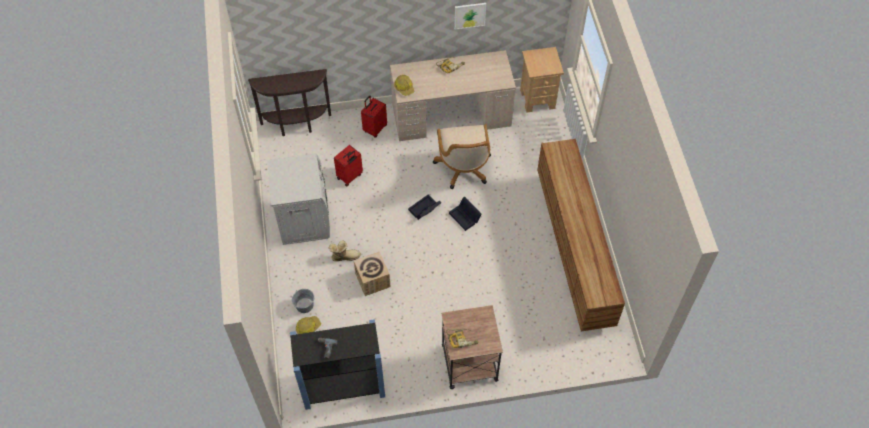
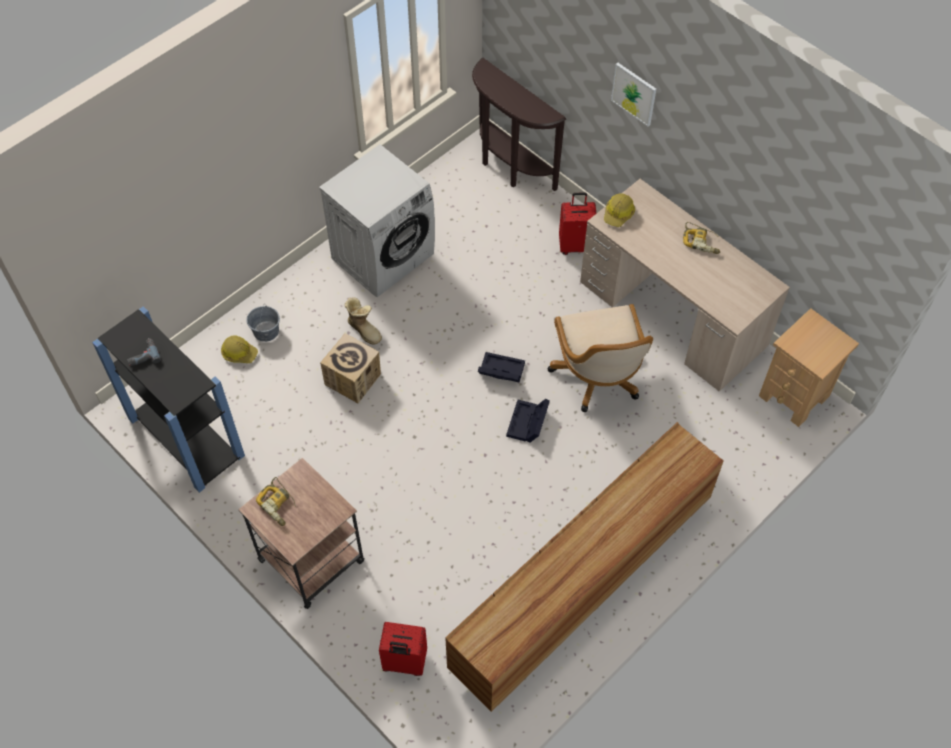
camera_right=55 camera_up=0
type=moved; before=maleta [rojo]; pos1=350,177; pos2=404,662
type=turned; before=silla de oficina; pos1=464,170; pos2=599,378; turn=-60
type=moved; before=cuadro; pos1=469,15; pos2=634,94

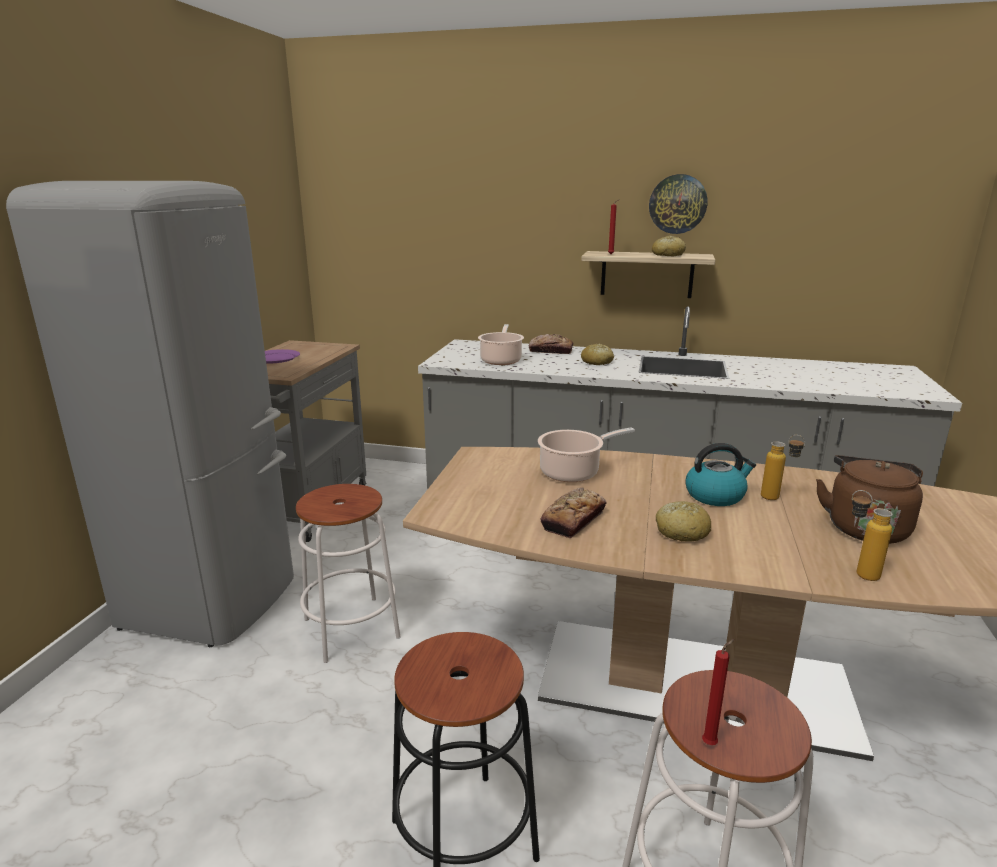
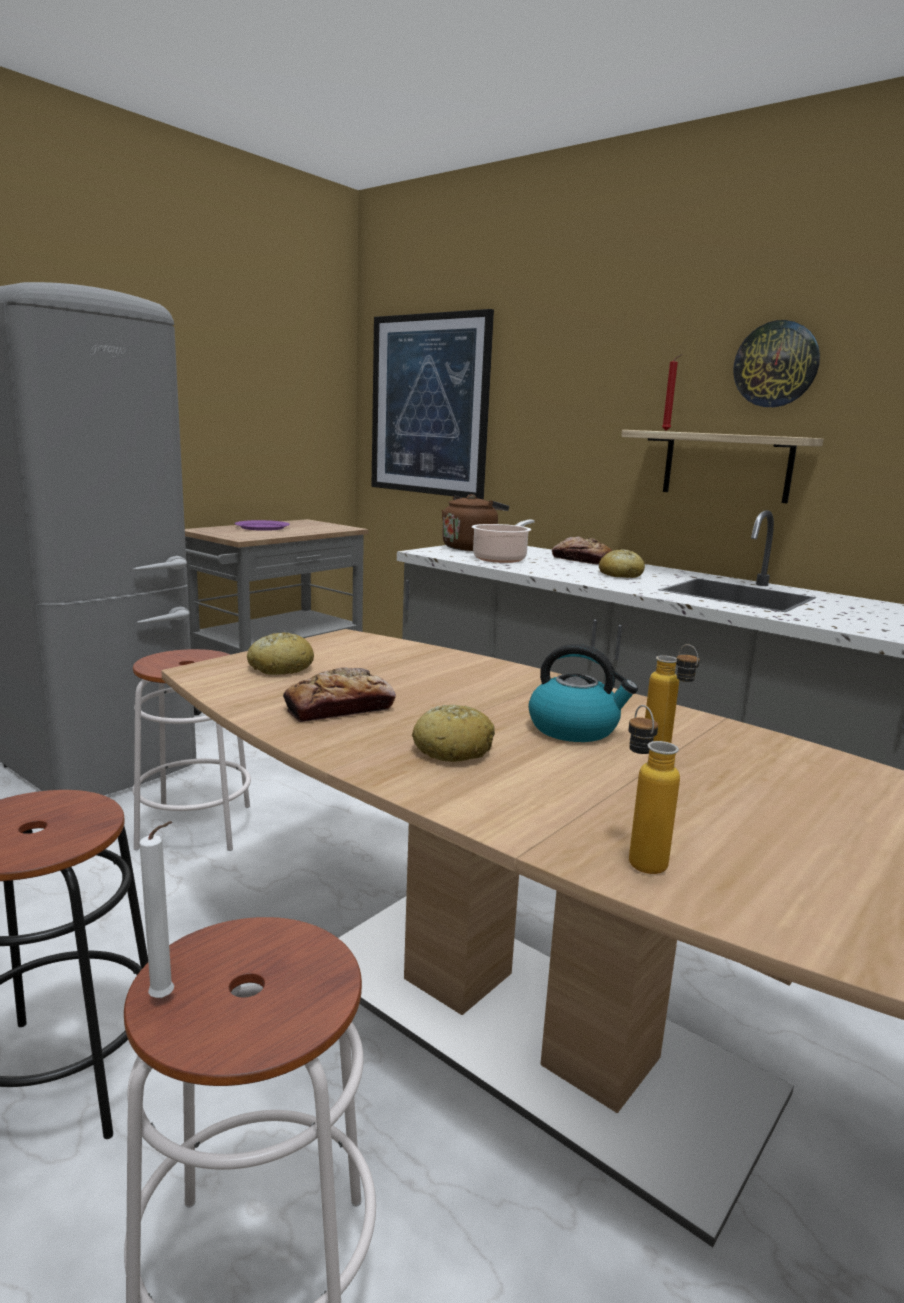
camera_right=25 camera_up=-5
type=removed; before=olla; pos1=573,472
type=moved; before=pan; pos1=667,255; pos2=280,668
type=recoloured; before=vela [rojo]; after=vela [blanco]; pos1=711,743; pos2=166,998
type=moved; before=hervidor [marrón]; pos1=865,527; pos2=471,548
type=added; after=cuadro; pos2=429,405

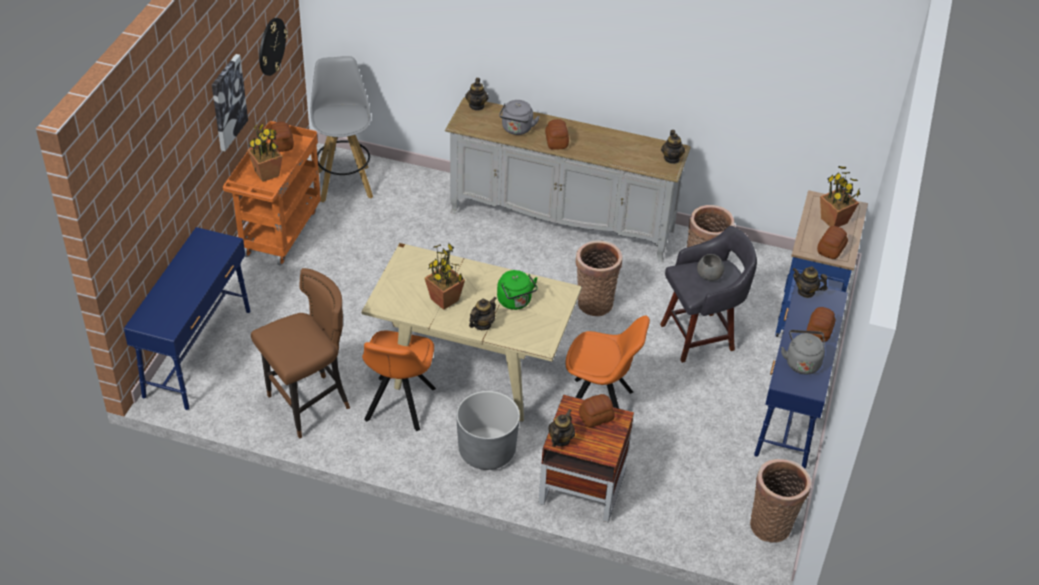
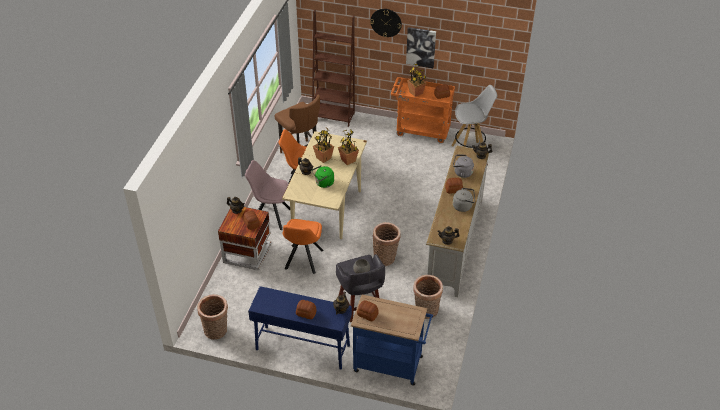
camera_right=90 camera_up=0
type=replaced; before=mesa consola [azul]; after=estantería [marrón]; pos1=199,353; pos2=333,116
type=moved; before=reloj de pared; pos1=271,46; pos2=386,22
type=replaced; before=maceta [gris]; after=silla [rosa]; pos1=487,451; pos2=271,216
type=moved; before=hervidor [gris]; pos1=802,362; pos2=463,206
type=moved; before=planta en maceta; pos1=834,220; pos2=348,160

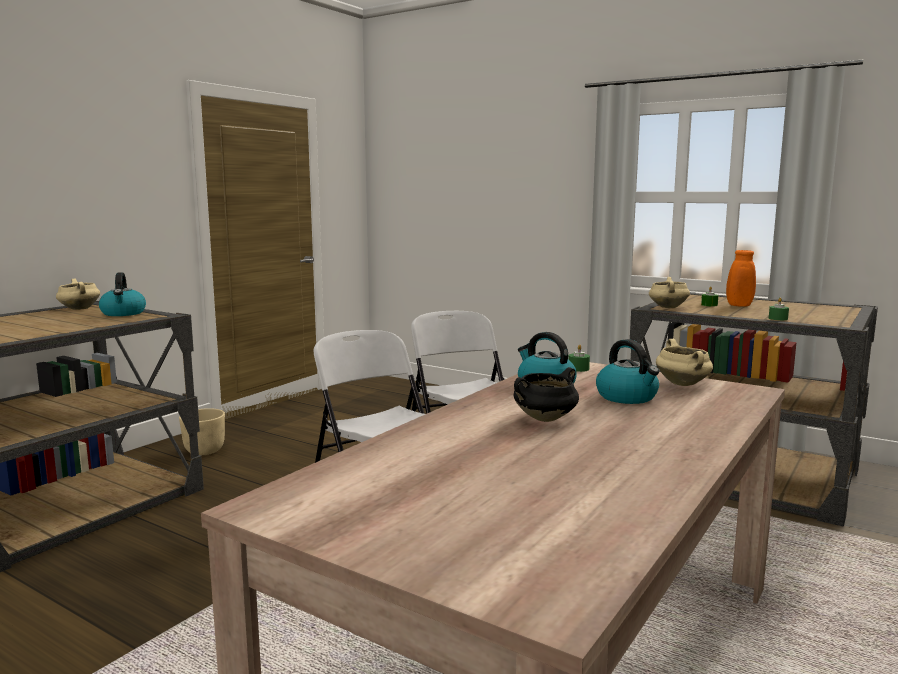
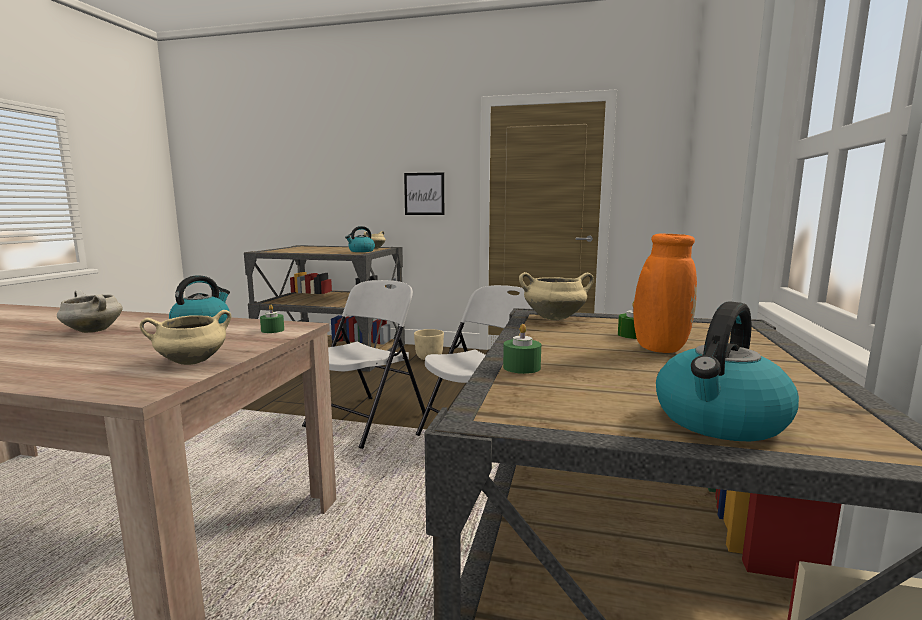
camera_right=70 camera_up=0
type=recoloured; before=olla [negro]; after=olla [blanco]; pos1=545,419; pos2=92,331
type=moved; before=hervidor; pos1=627,397; pos2=720,421
type=added; after=cuadro; pos2=424,194

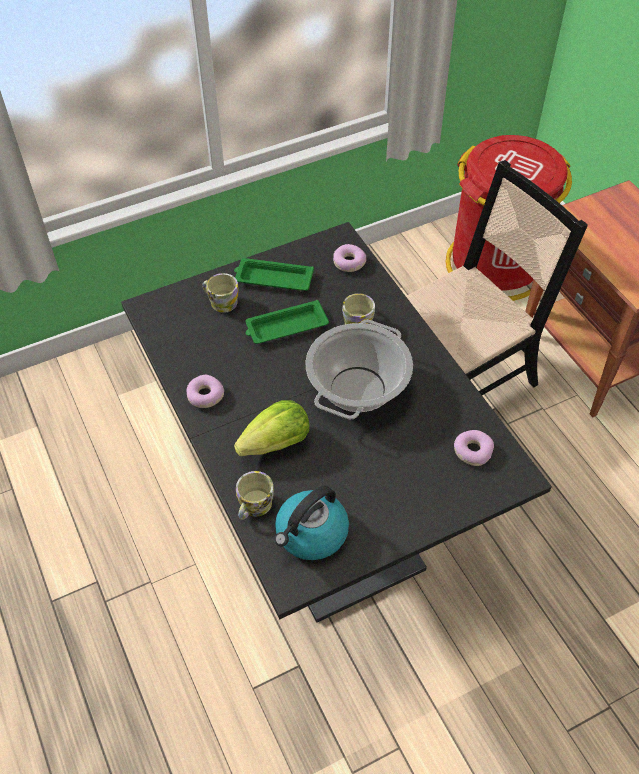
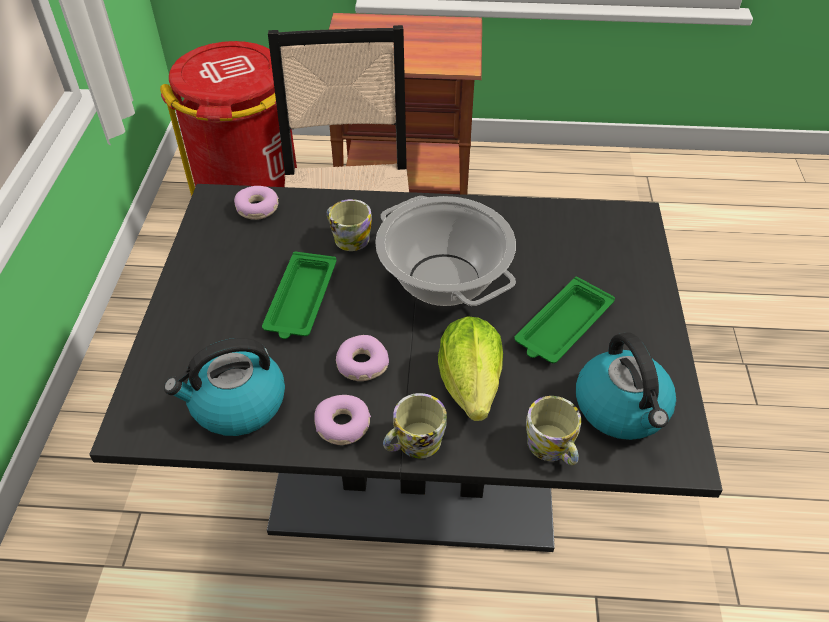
camera_right=-60 camera_up=-5
type=moved; before=taza grande; pos1=220,301; pos2=413,443
type=moved; before=bandeja [verde]; pos1=273,278; pos2=562,327
type=moved; before=rosquilla; pos1=472,451; pos2=361,364
type=added; after=hervidor; pos2=237,404

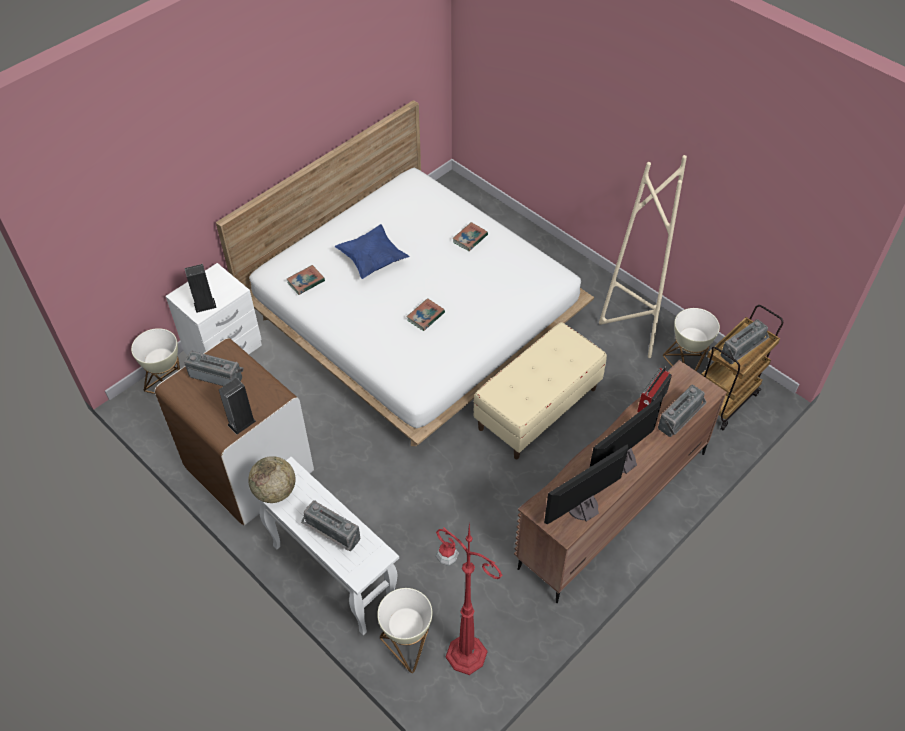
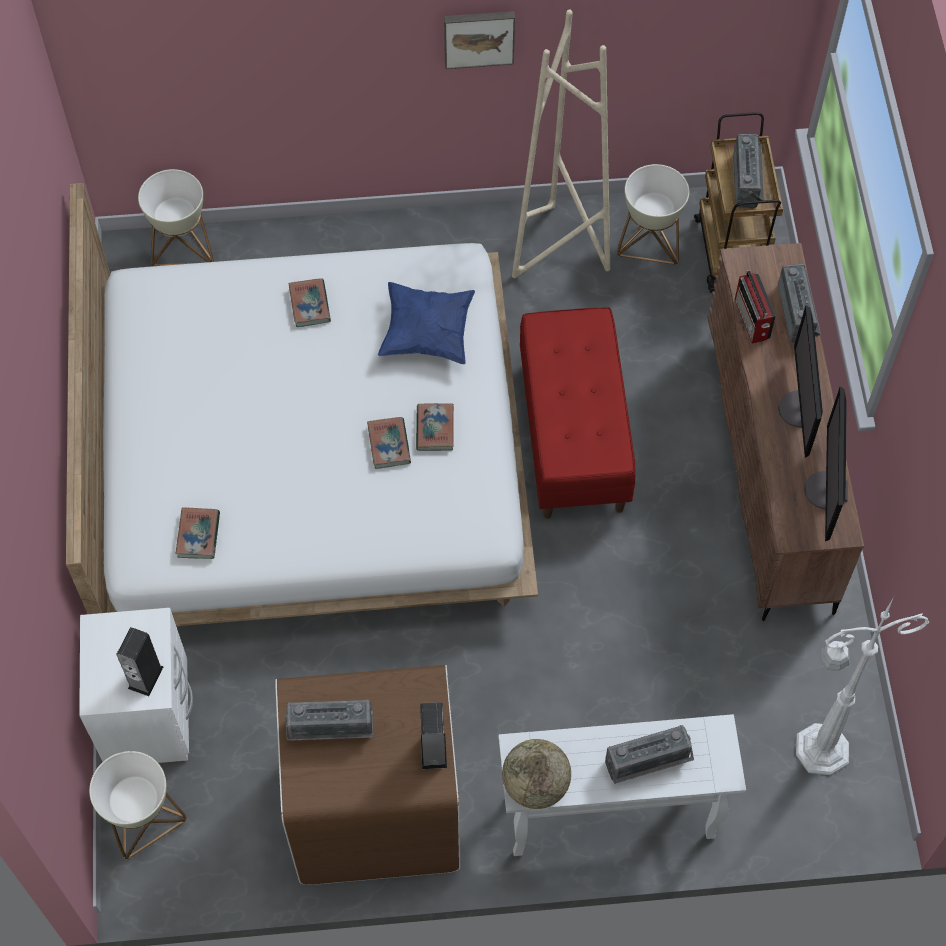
camera_right=-50 camera_up=10
type=turned; before=radio; pos1=217,375; pos2=331,731; turn=-150
type=moved; before=cojín [azul]; pos1=372,260; pos2=427,334
type=moved; before=maceta; pos1=408,645; pos2=183,249
type=recoloured; before=lámpara de pie [rojo]; after=lámpara de pie [blanco]; pos1=464,653; pos2=818,750
type=recoloured; before=banco [beis]; after=banco [rojo]; pos1=537,408; pos2=572,435
type=added; after=libro; pos2=435,429
type=added; after=cuadro; pos2=479,37

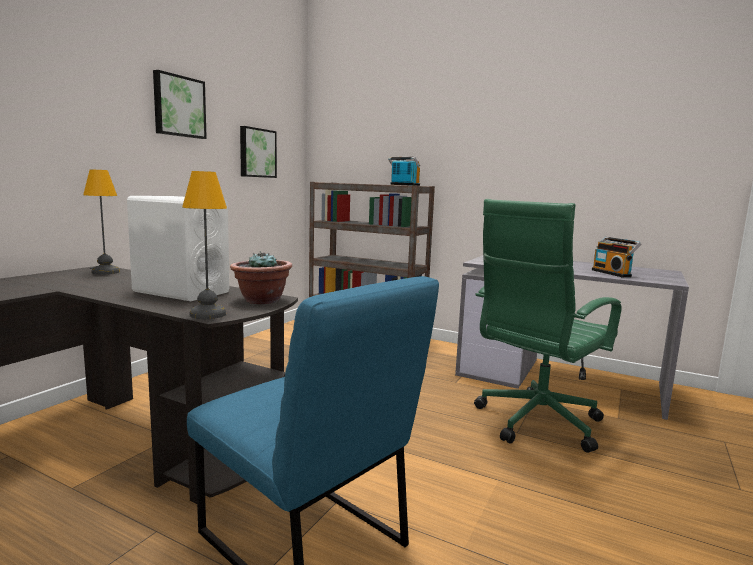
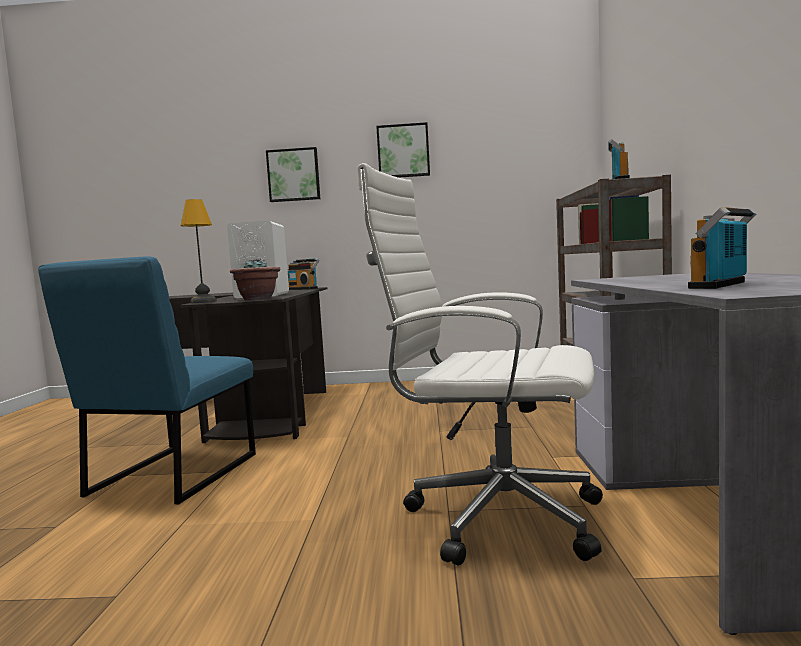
camera_right=65 camera_up=-5
type=replaced; before=lámpara de mesa; after=radio; pos1=106,272; pos2=304,289
type=moved; before=cuadro; pos1=256,153; pos2=294,175
type=recoloured; before=silla de oficina [verde]; after=silla de oficina [blanco]; pos1=535,424; pos2=493,517

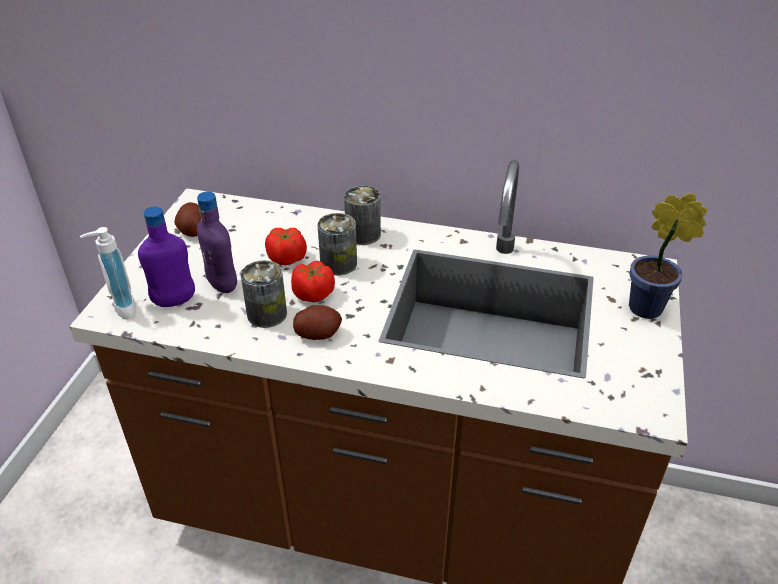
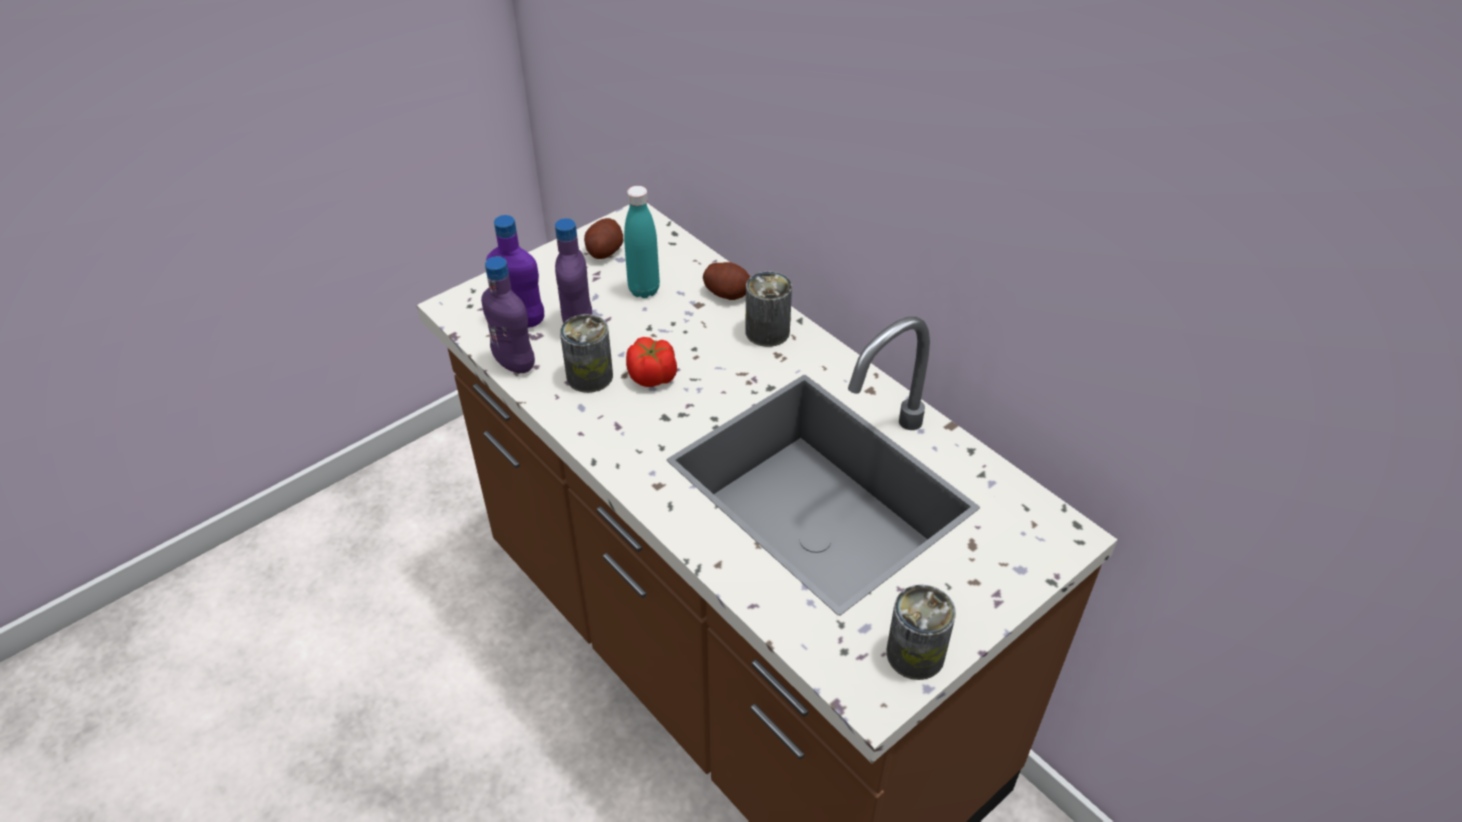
camera_right=35 camera_up=5
type=removed; before=dispensador de jabón; pos1=120,309
type=removed; before=tomate; pos1=287,258
type=moved; before=patata; pos1=318,333; pos2=728,293
type=moved; before=lata; pos1=338,263; pos2=915,654
type=removed; before=planta en maceta; pos1=650,309
type=added; after=botella [morado]; pos2=514,363
type=added; after=botella [turquesa]; pos2=644,290

